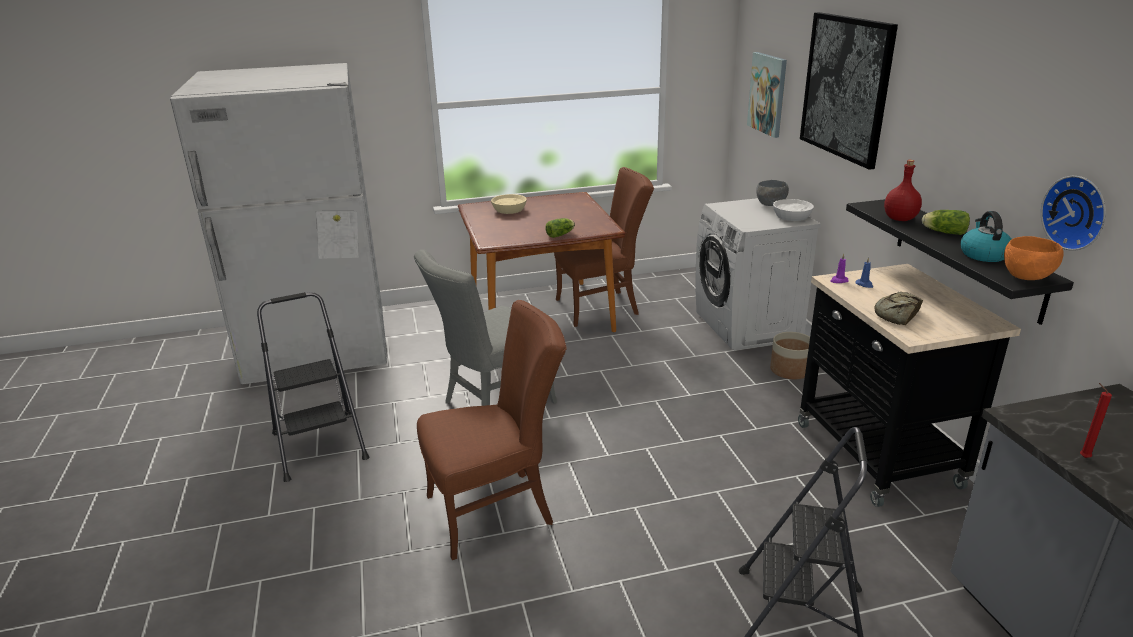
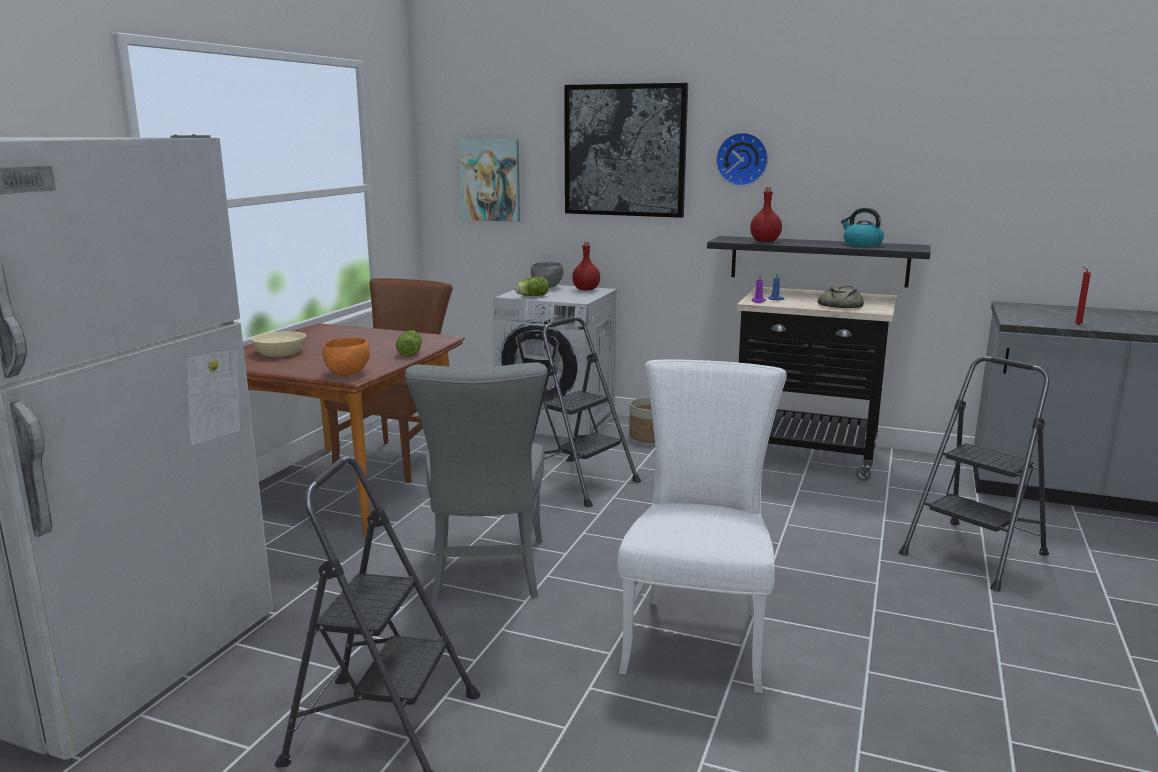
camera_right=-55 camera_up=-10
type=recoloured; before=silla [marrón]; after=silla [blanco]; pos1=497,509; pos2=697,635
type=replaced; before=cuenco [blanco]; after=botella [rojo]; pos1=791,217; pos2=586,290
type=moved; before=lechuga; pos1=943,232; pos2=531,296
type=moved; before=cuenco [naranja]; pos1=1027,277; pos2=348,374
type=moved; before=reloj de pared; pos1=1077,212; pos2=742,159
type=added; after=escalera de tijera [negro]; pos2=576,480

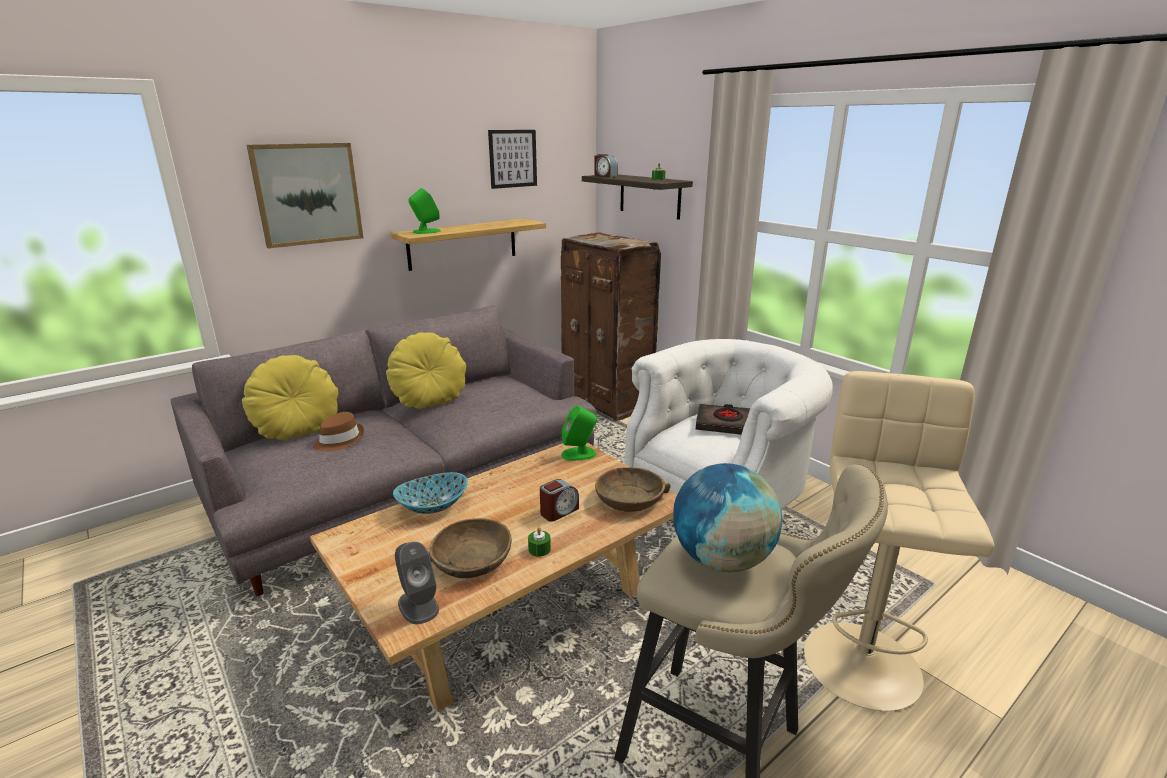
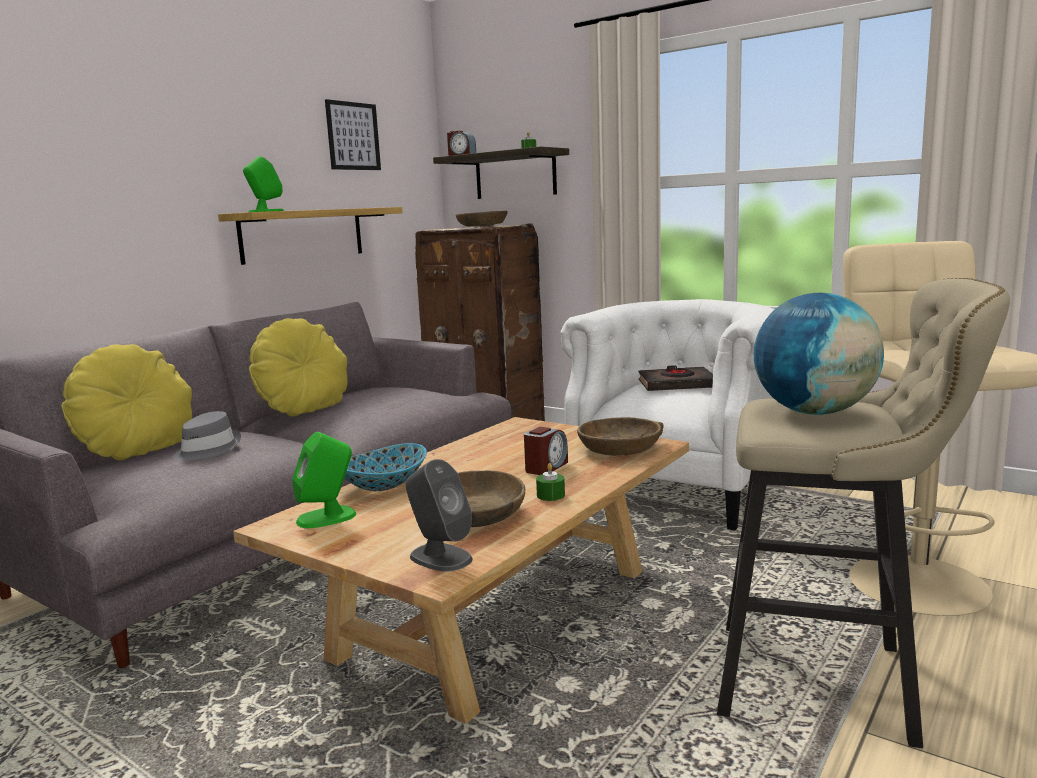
camera_right=-15 camera_up=-10
type=removed; before=cuadro; pos1=307,194
type=recoloured; before=sombrero [marrón]; after=sombrero [gris]; pos1=339,440; pos2=207,450
type=moved; before=altavoz [verde]; pos1=579,454; pos2=327,517
type=added; after=cuenco [marrón]; pos2=482,226

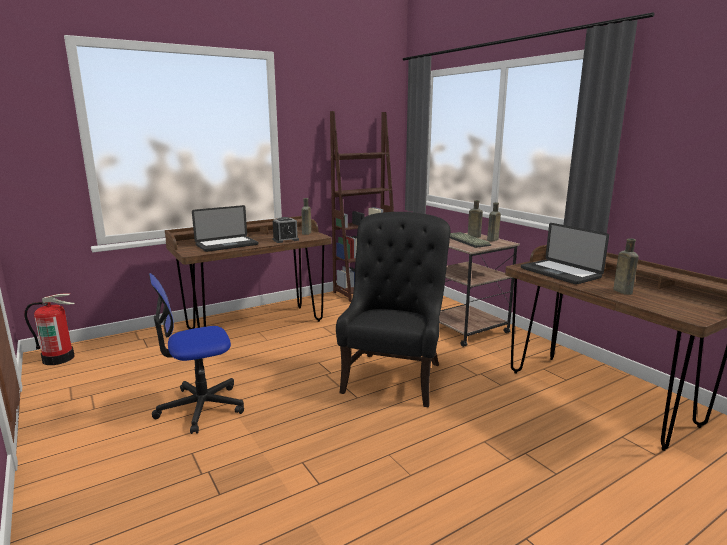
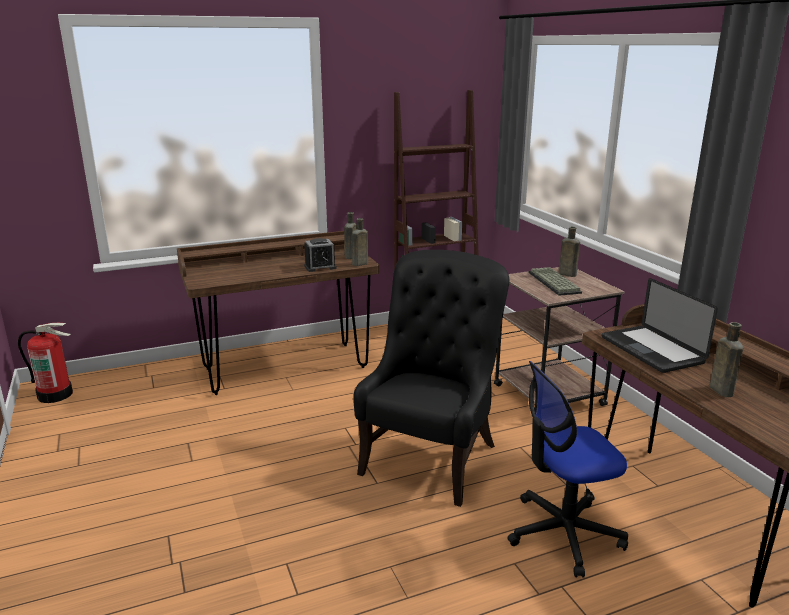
camera_right=10 camera_up=5
type=moved; before=silla de oficina; pos1=200,407; pos2=563,533
type=removed; before=portátil; pos1=227,245
type=moved; before=botella [marrón]; pos1=492,240; pos2=359,264

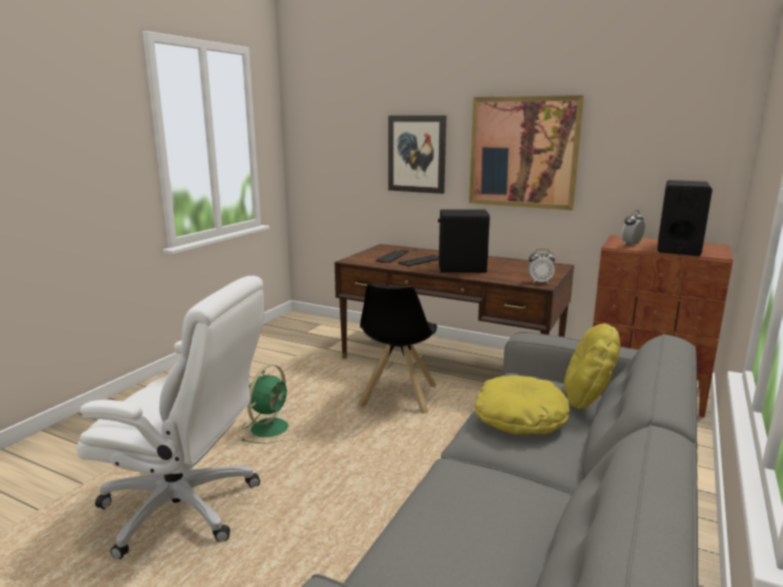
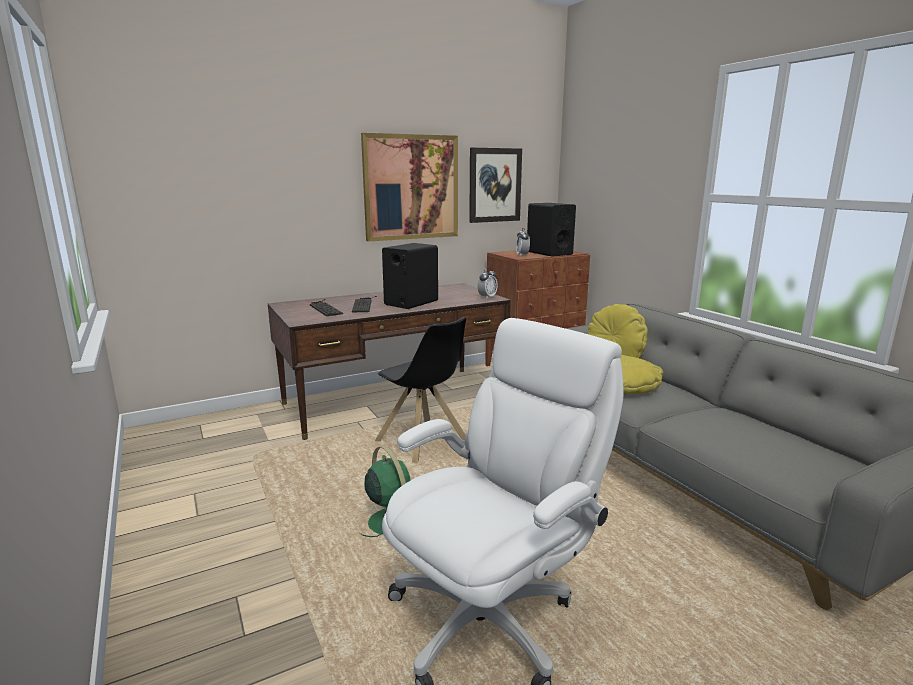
camera_right=-55 camera_up=0
type=moved; before=cuadro; pos1=416,154; pos2=495,185

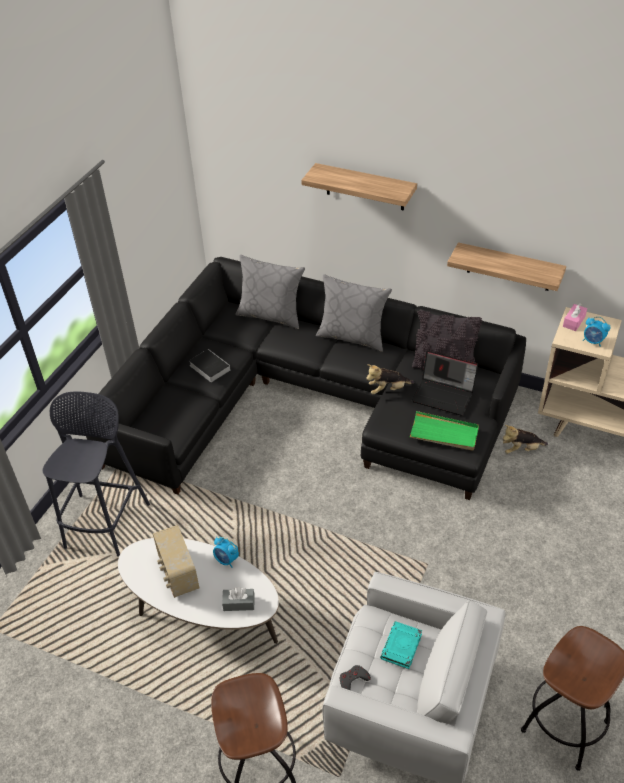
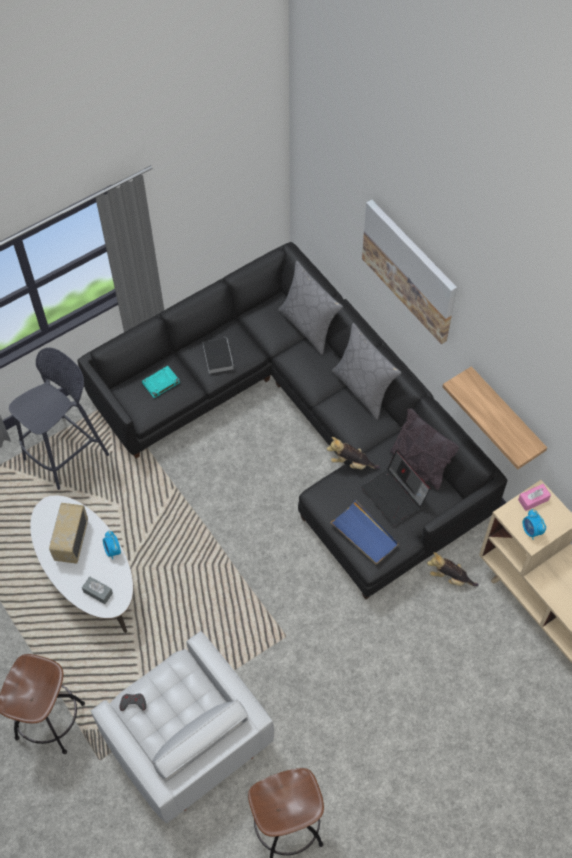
camera_right=30 camera_up=15
type=replaced; before=estante; after=cuadro; pos1=365,187; pos2=409,270
type=moved; before=libro [turquesa]; pos1=401,647; pos2=160,383
type=recoloured; before=bandeja [verde]; after=bandeja [azul]; pos1=444,433; pos2=364,534

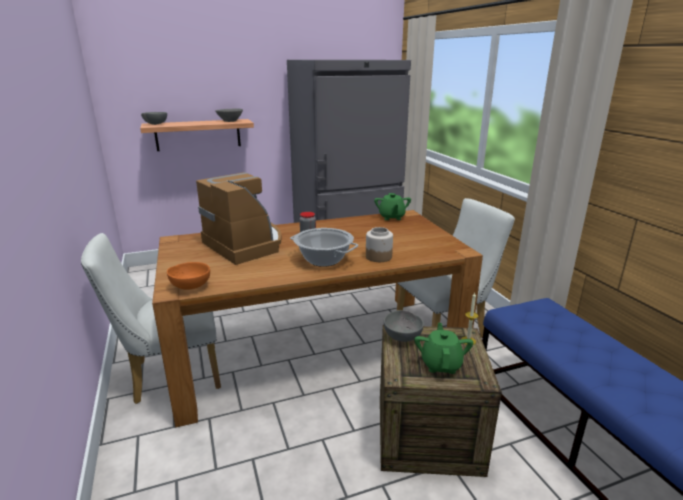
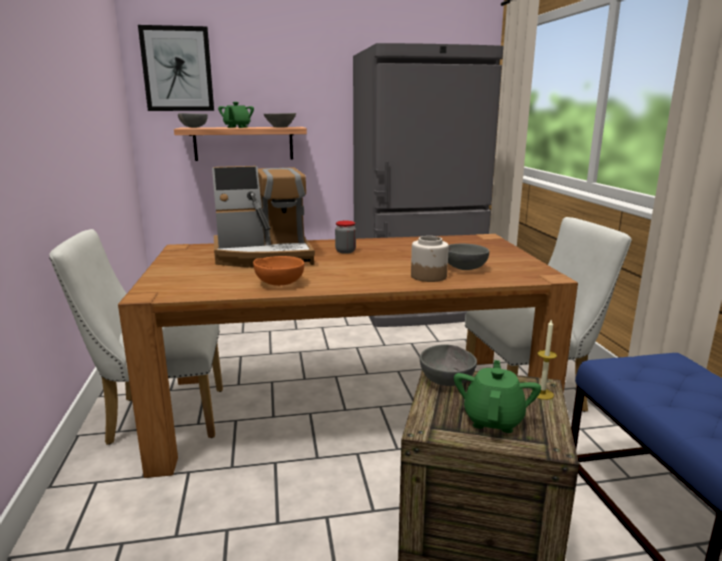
camera_right=10 camera_up=-5
type=moved; before=cuenco [naranja]; pos1=190,286; pos2=279,284
type=turned; before=cafetera; pos1=246,244; pos2=264,256; turn=105
type=removed; before=olla; pos1=323,260
type=moved; before=tetera [verde]; pos1=391,217; pos2=237,127
type=added; after=cuadro; pos2=177,69
type=added; after=cuenco [gris]; pos2=463,268

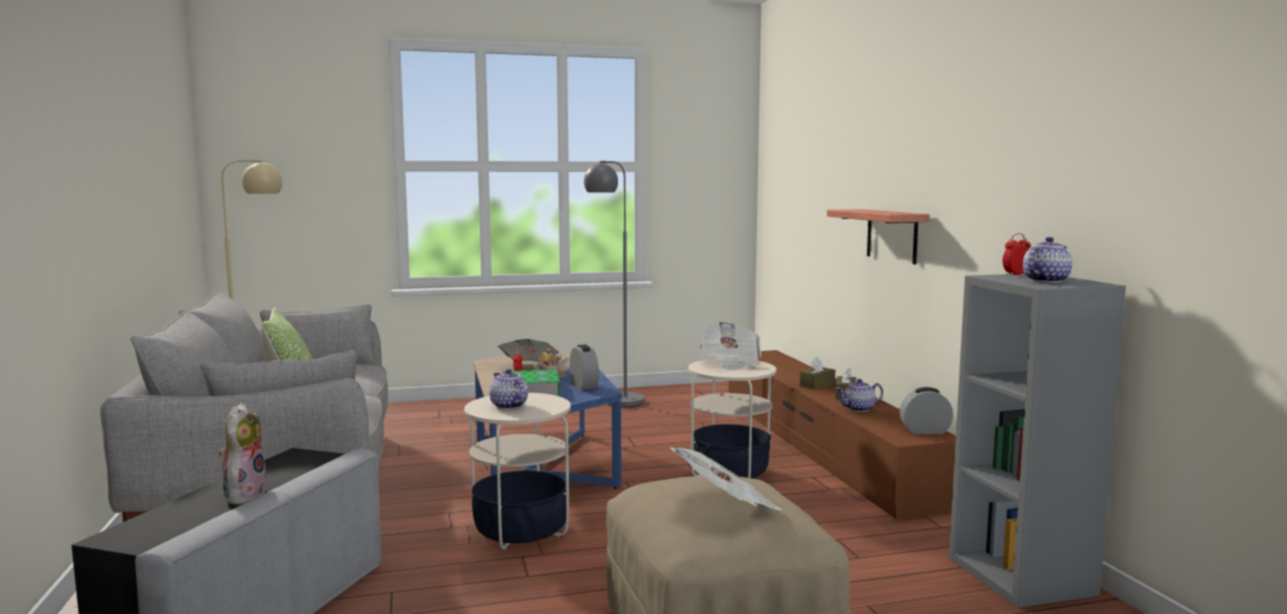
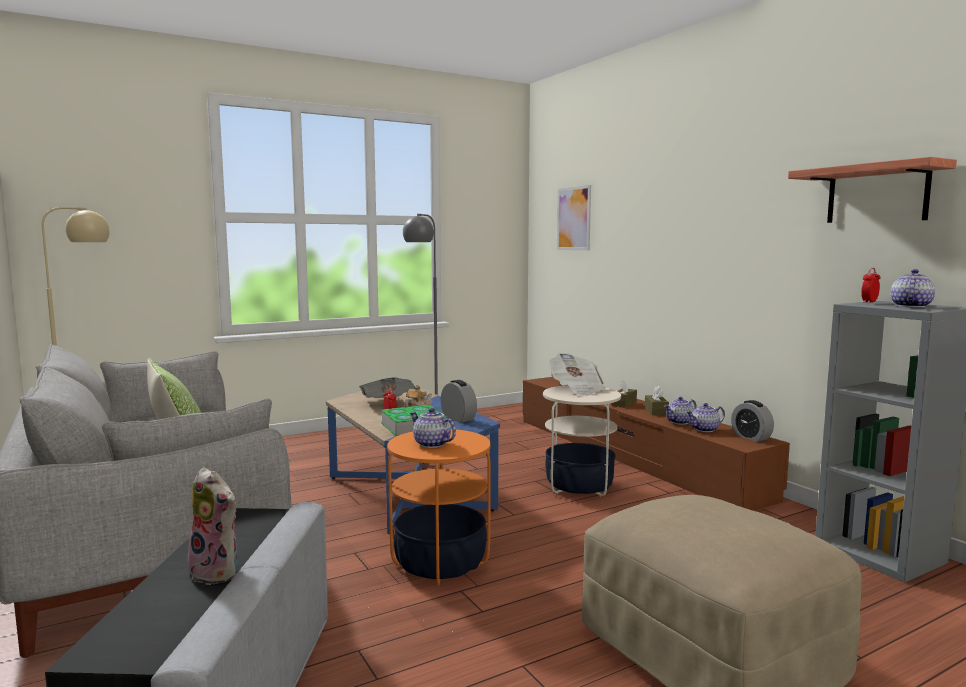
camera_right=-15 camera_up=0
type=turned; before=peluche; pos1=244,495; pos2=218,572; turn=135
type=recoloured; before=mesa auxiliar [beis]; after=mesa auxiliar [naranja]; pos1=520,532; pos2=440,565
type=removed; before=periódico; pos1=726,506
type=moved; before=estante; pos1=892,235; pos2=877,194
type=turned; before=despertador; pos1=925,431; pos2=751,437; turn=-105
type=added; after=cuadro; pos2=573,218
type=added; after=tetera; pos2=705,430

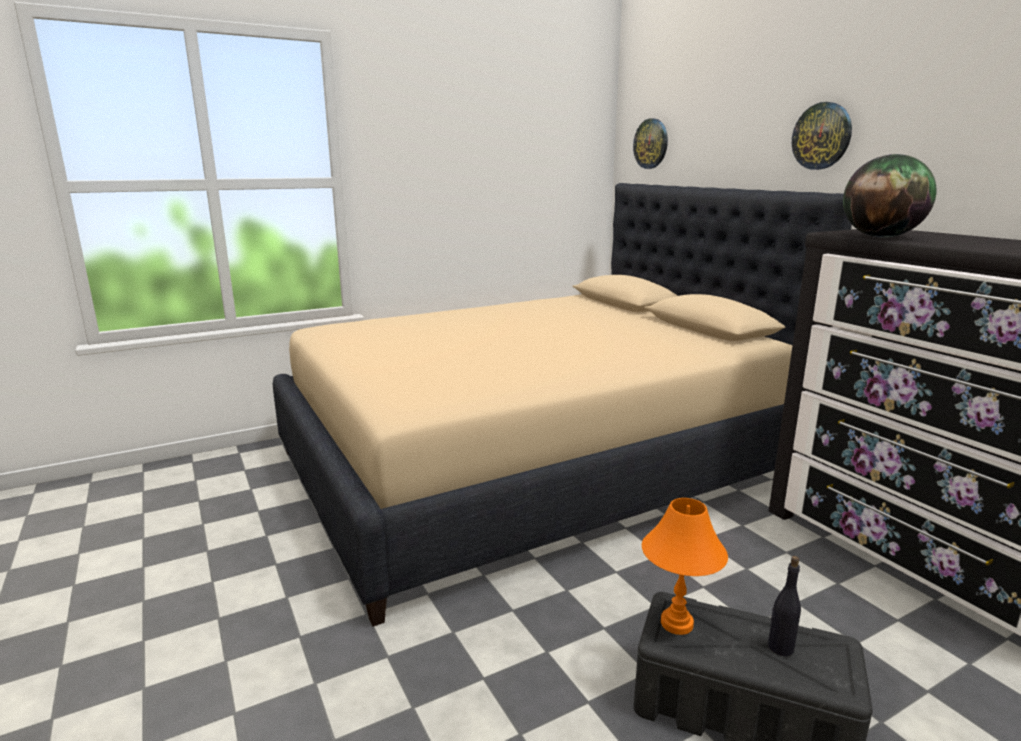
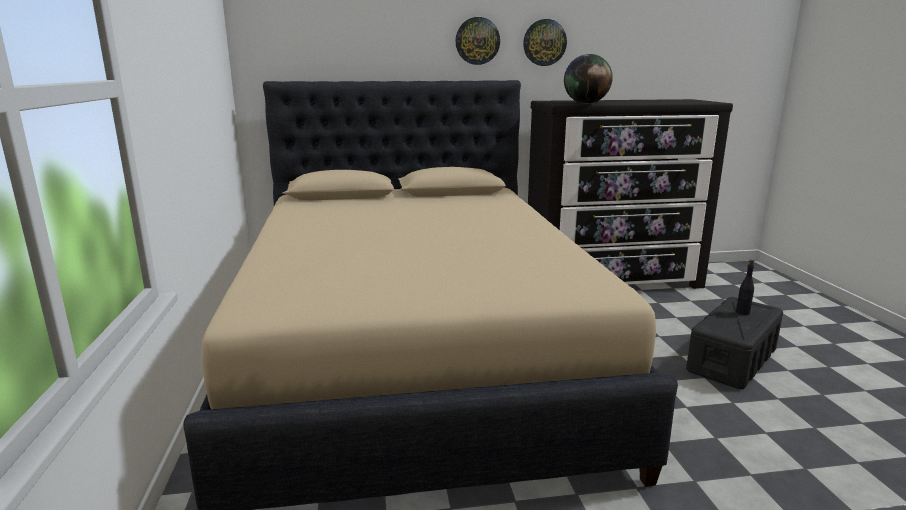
camera_right=-70 camera_up=0
type=moved; before=reloj de pared; pos1=651,144; pos2=544,42
type=removed; before=lámpara de mesa [naranja]; pos1=677,624

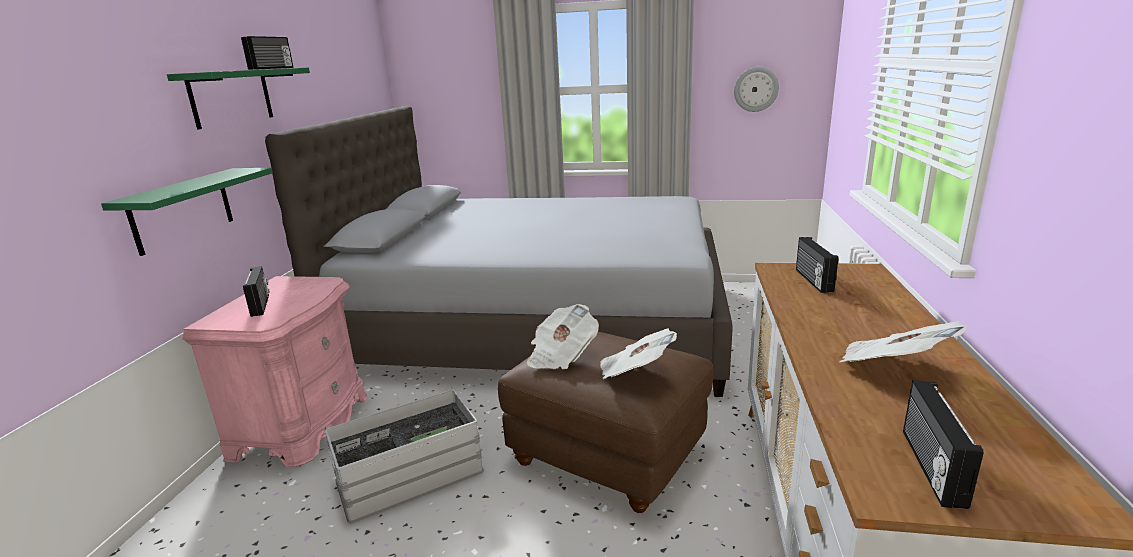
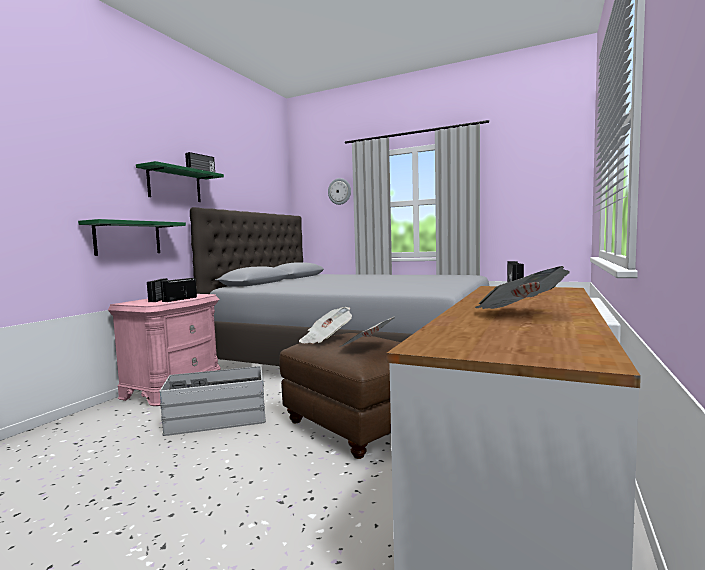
camera_right=15 camera_up=-15
type=moved; before=reloj de pared; pos1=756,89; pos2=339,191
type=moved; before=radio; pos1=930,466; pos2=179,299

